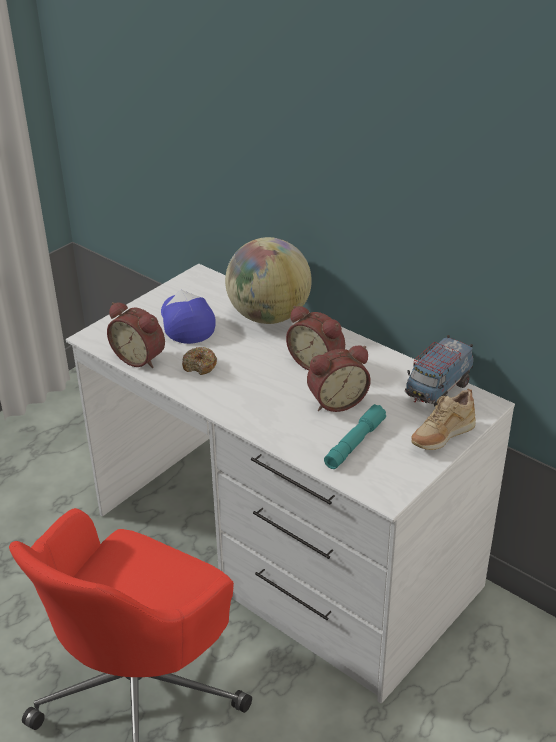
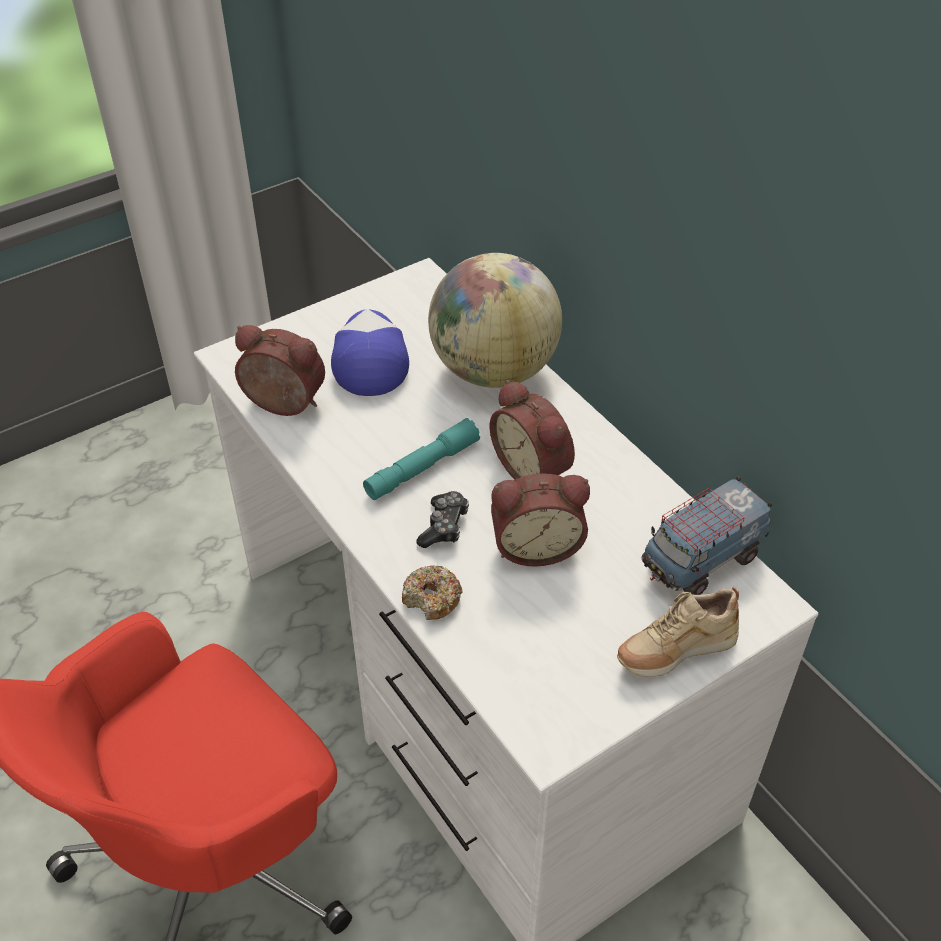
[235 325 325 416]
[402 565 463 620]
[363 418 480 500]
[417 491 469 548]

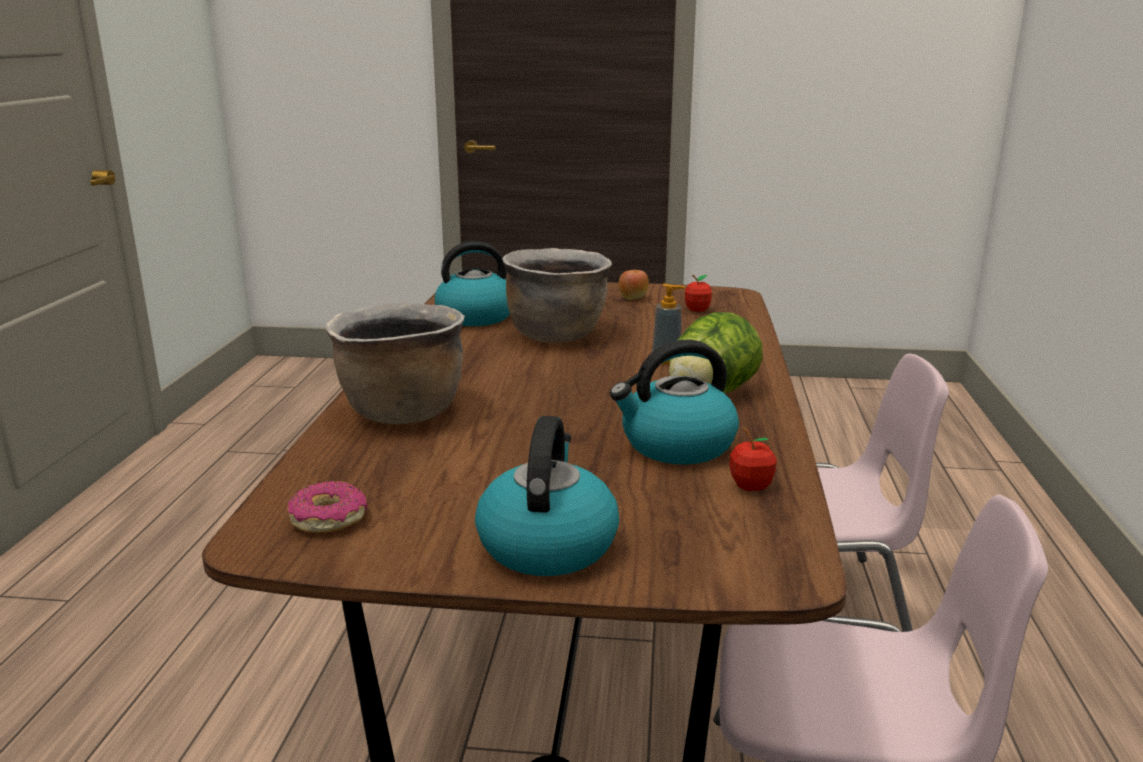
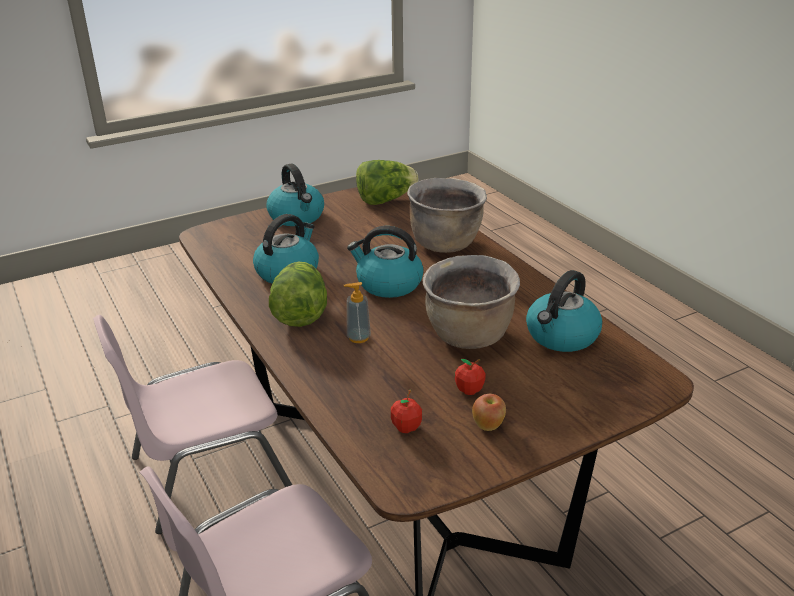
[356 160 418 205]
[455 359 486 395]
[347 226 424 298]

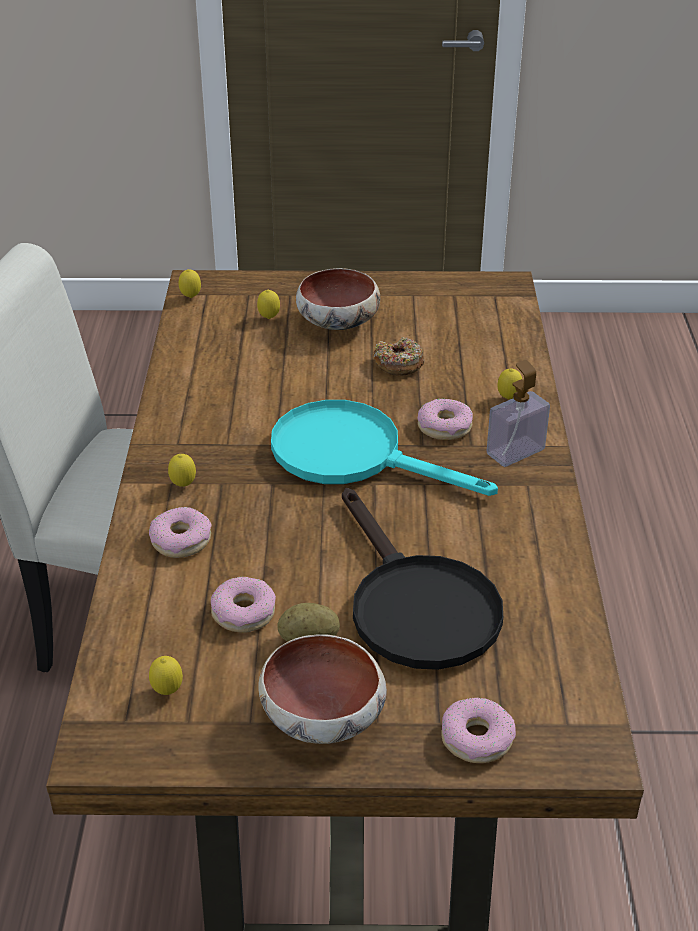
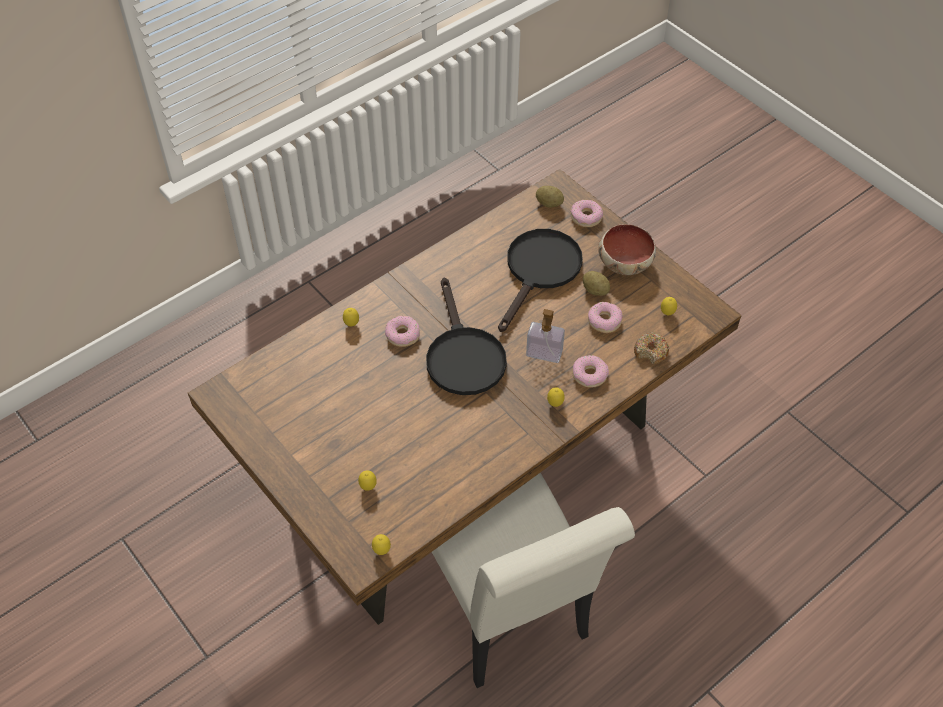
[426 278 507 395]
[296 268 380 330] (first image)
[634 332 670 364]
[526 309 565 363]
[536 186 564 208]

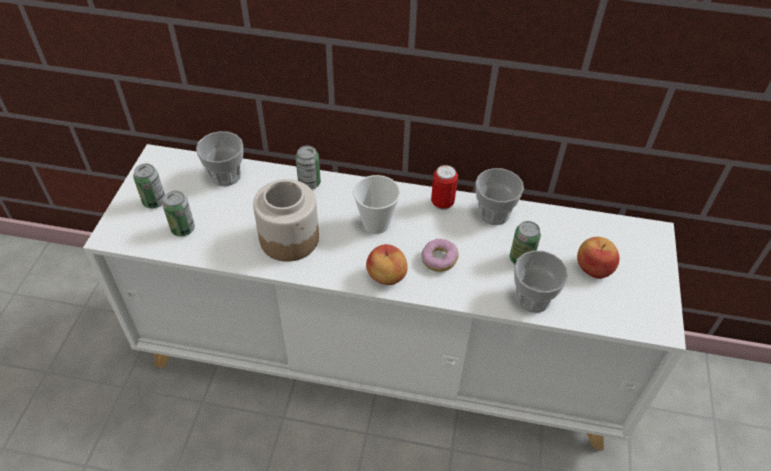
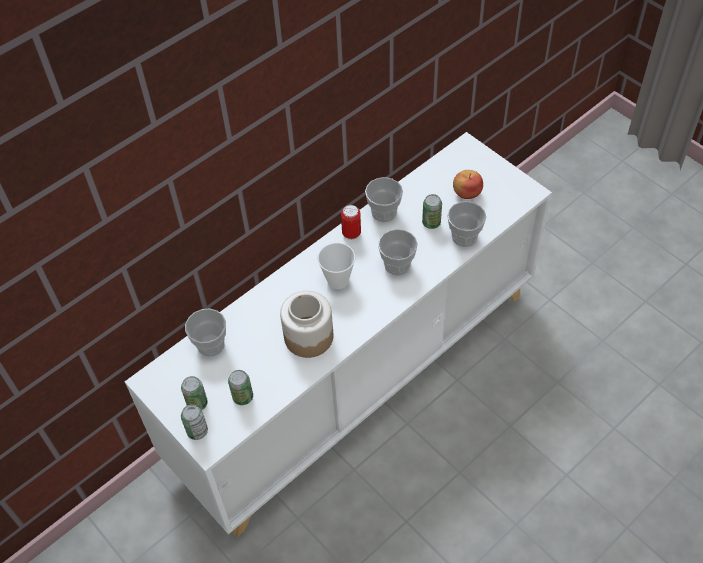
[181 404 208 440]
[366 244 408 285] (first image)
[378 229 418 276]

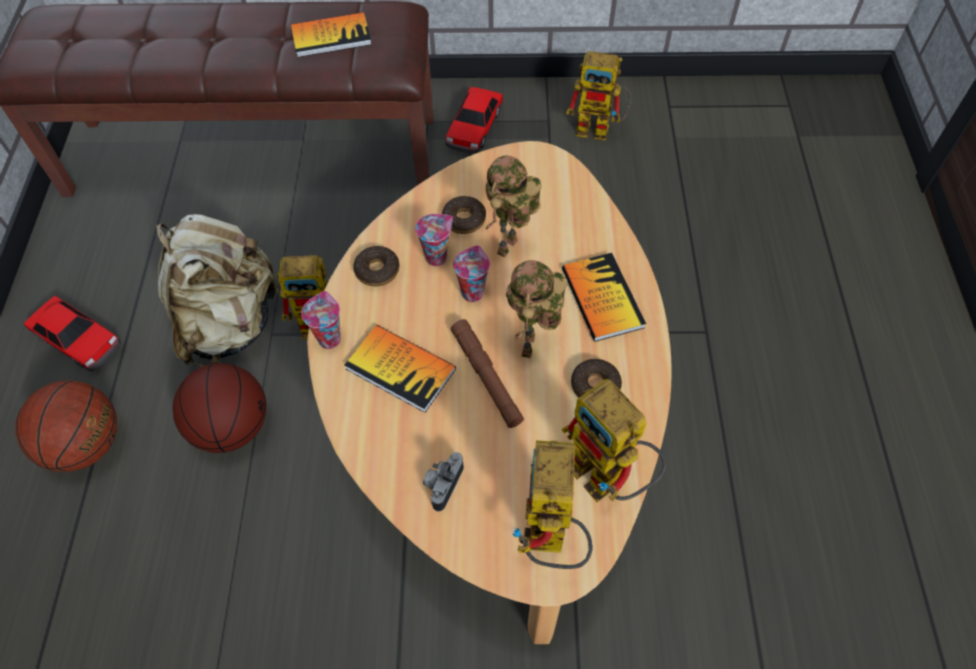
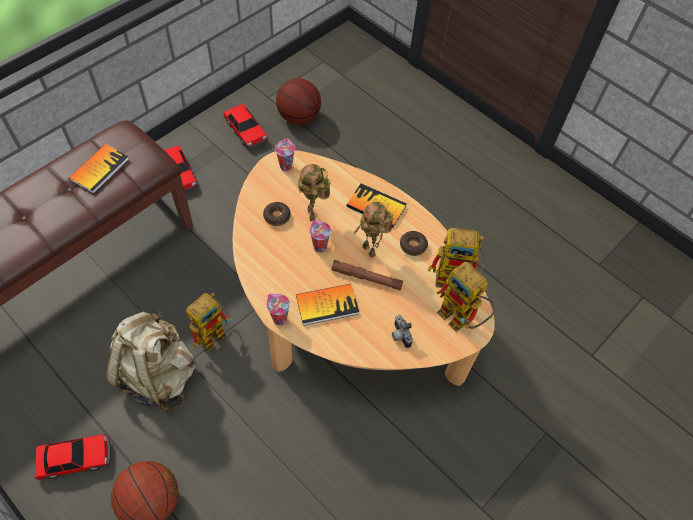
[276 78 321 125]
[353 246 400 286] (first image)
[275 139 295 171]
[224 104 267 149]

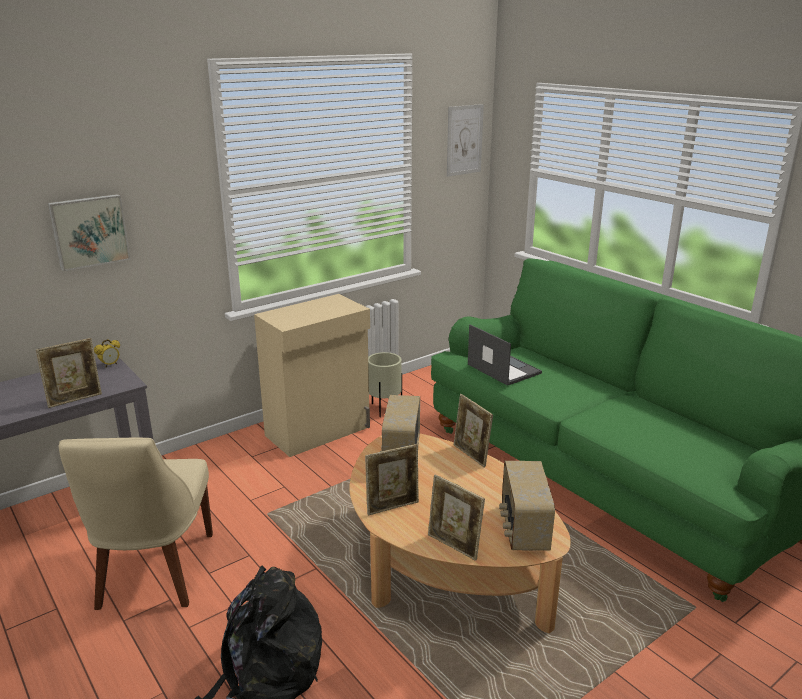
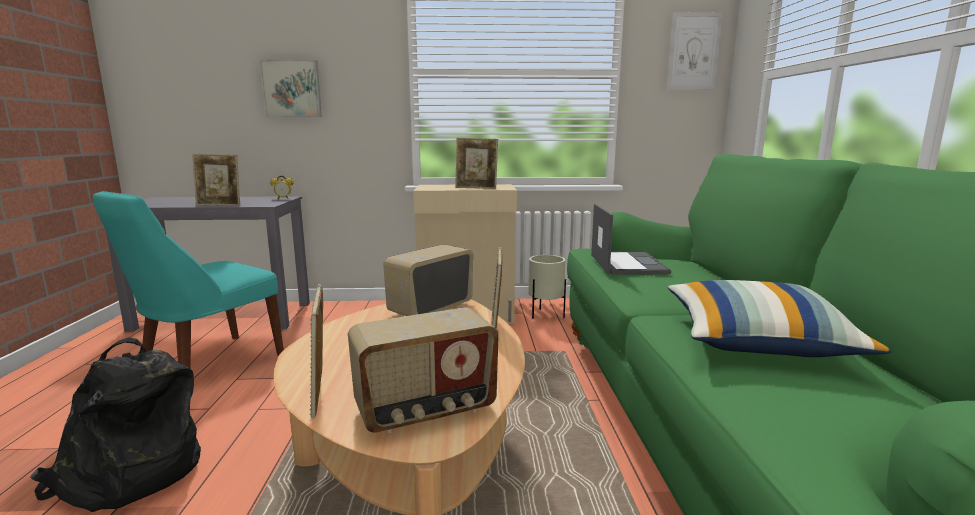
[93 191 284 368]
[455 138 498 189]
[348 307 499 433]
[668 280 892 357]

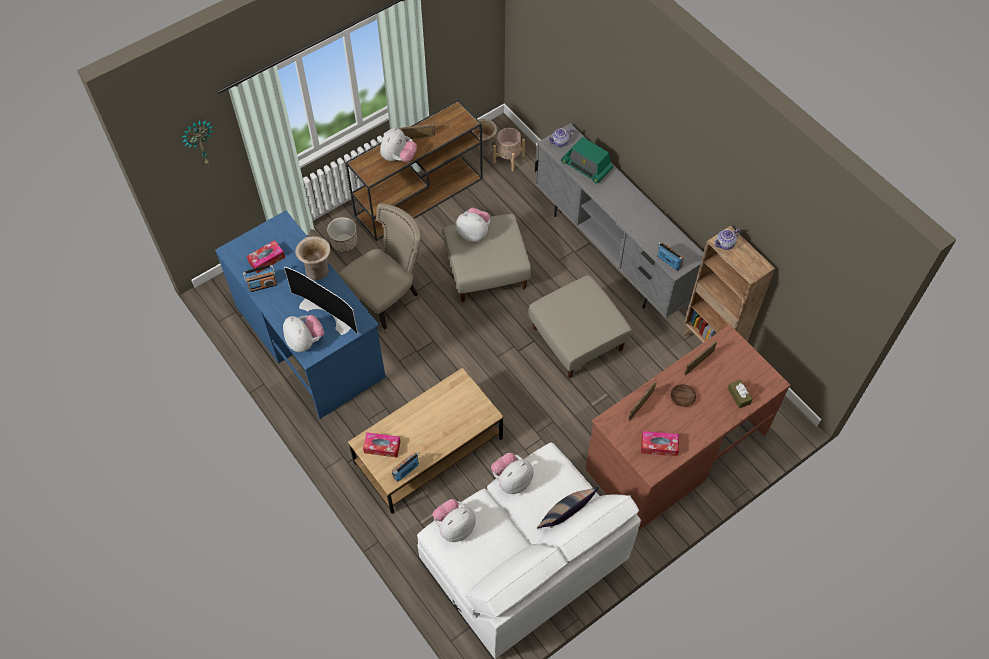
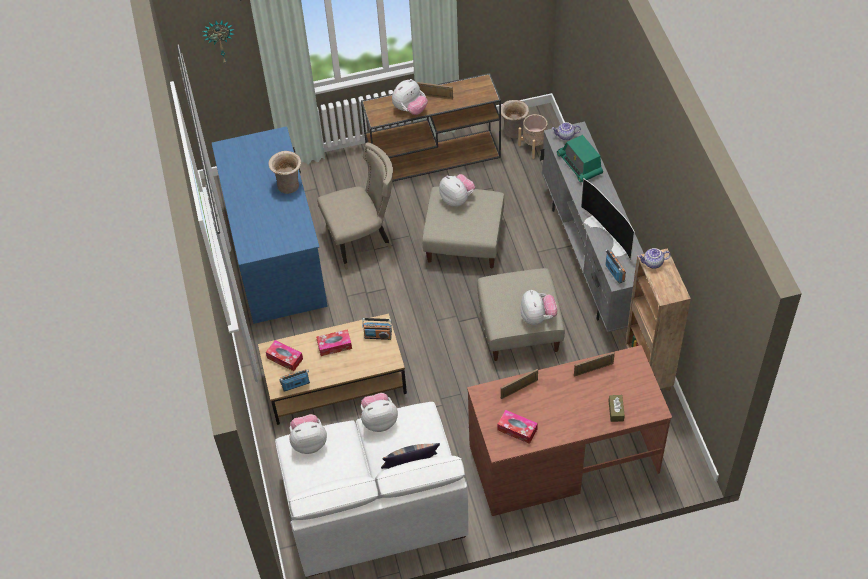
[362 318 392 340]
[316 329 352 356]
[520 290 557 325]
[581 178 635 260]
[327 217 357 252] (first image)
[671 384 696 407] (first image)

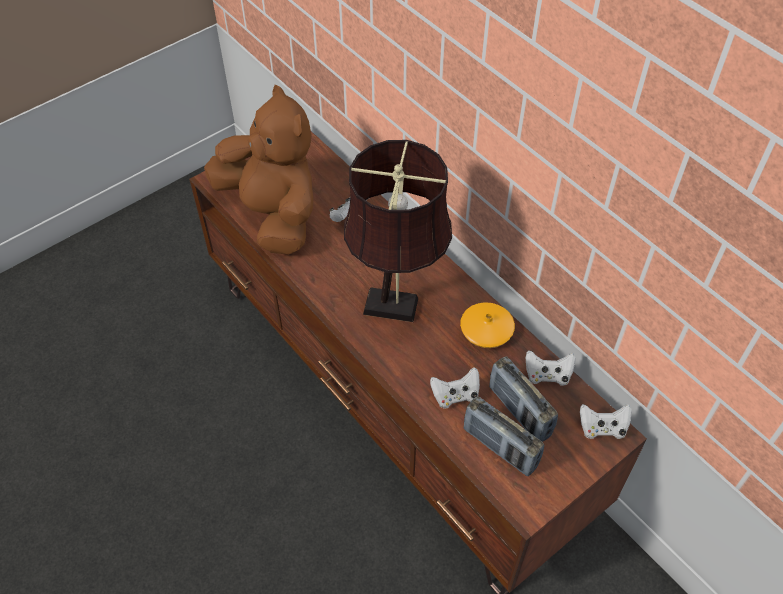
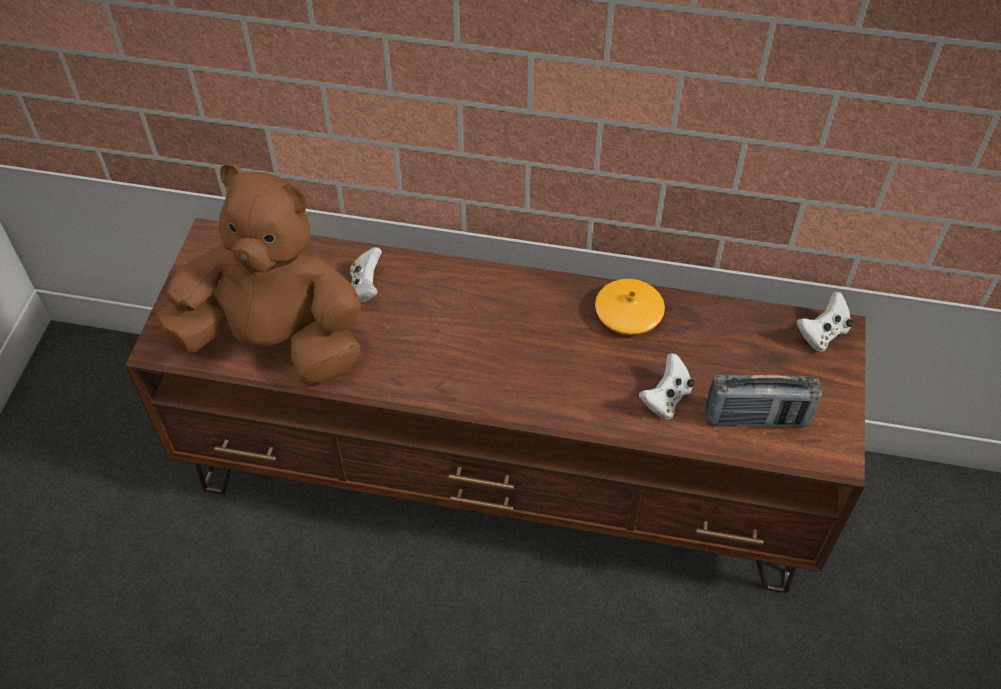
[344 140 452 322] (first image)
[489 356 558 442] (first image)
[526 350 576 386] (first image)

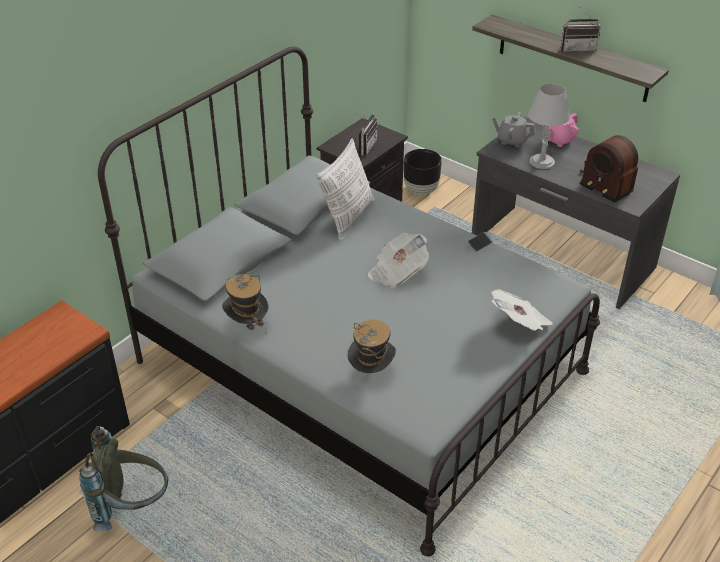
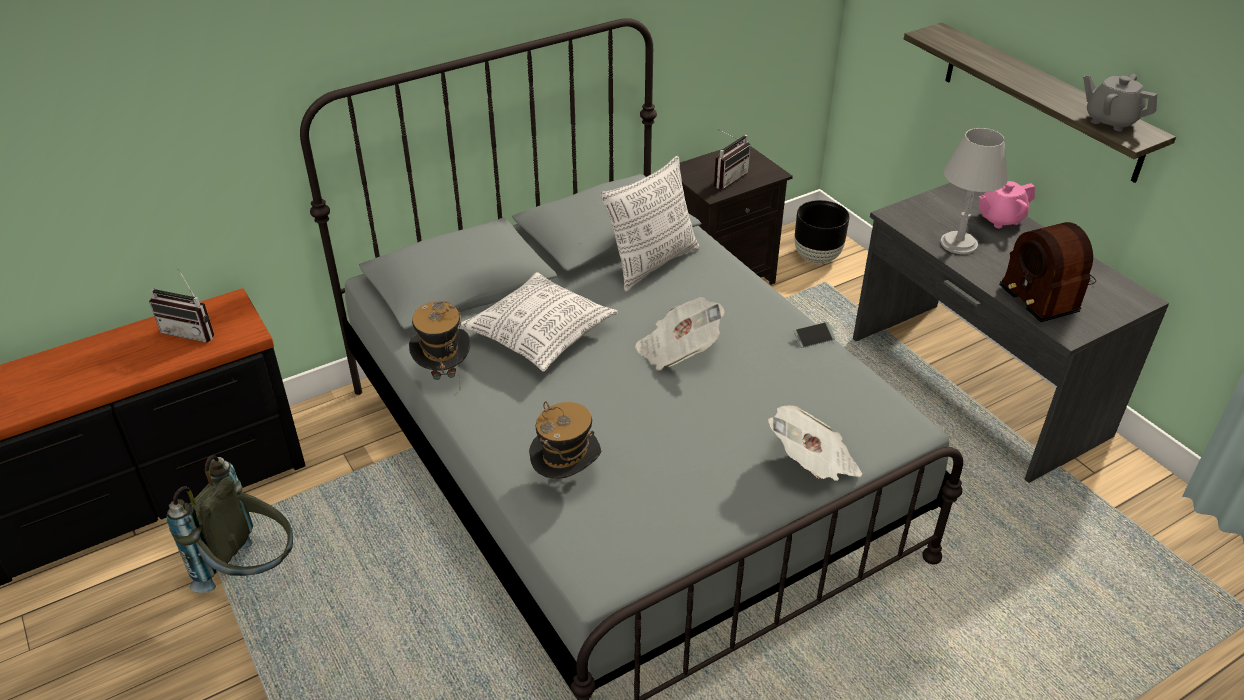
[1083 74 1157 131]
[149 269 214 342]
[461 272 618 371]

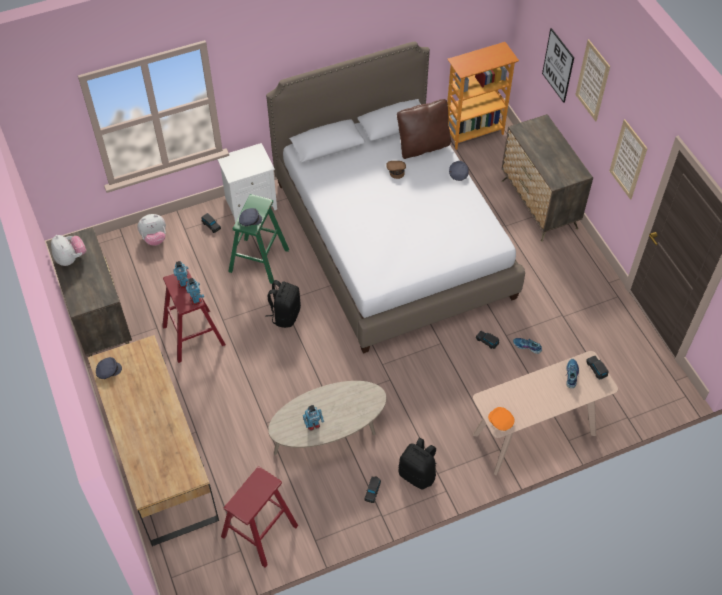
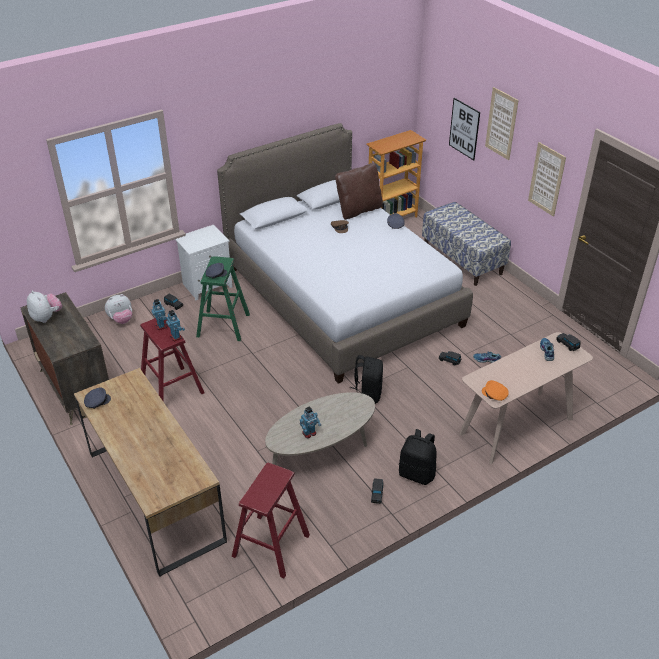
[350 355 383 404]
[422 202 511 286]

